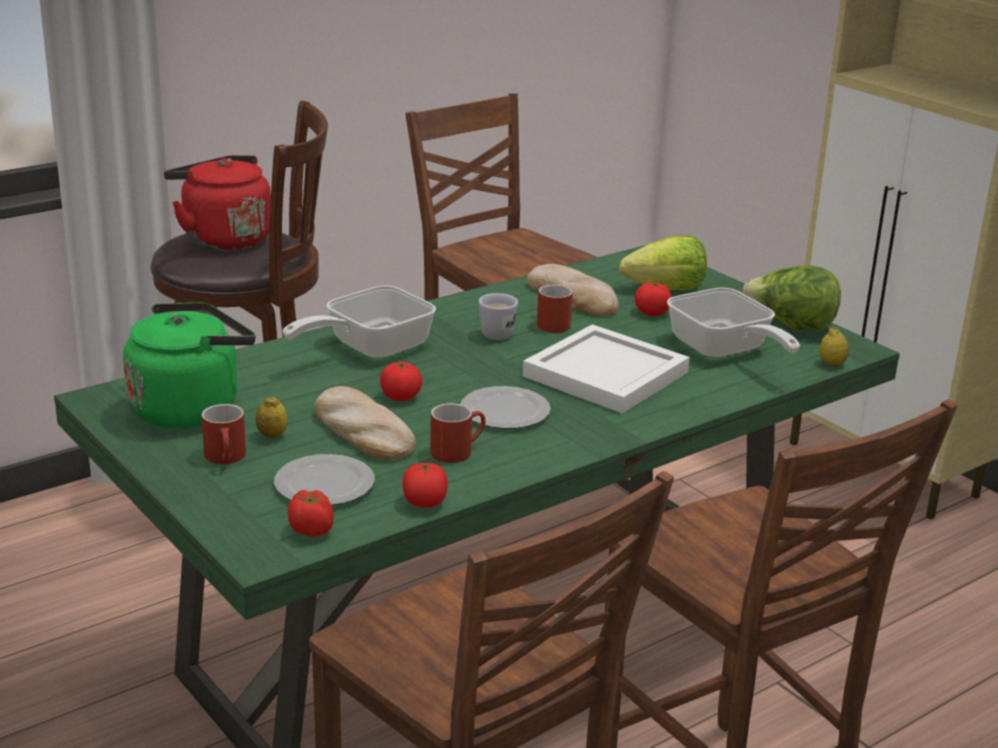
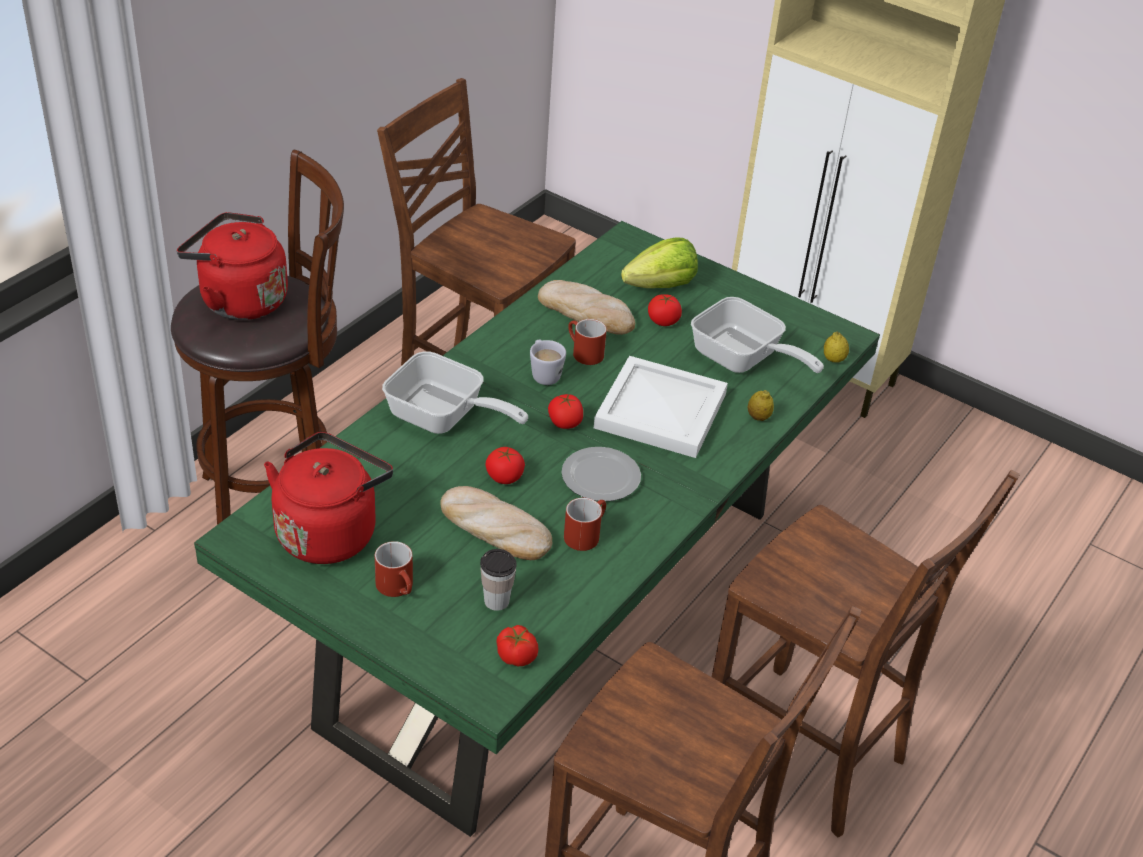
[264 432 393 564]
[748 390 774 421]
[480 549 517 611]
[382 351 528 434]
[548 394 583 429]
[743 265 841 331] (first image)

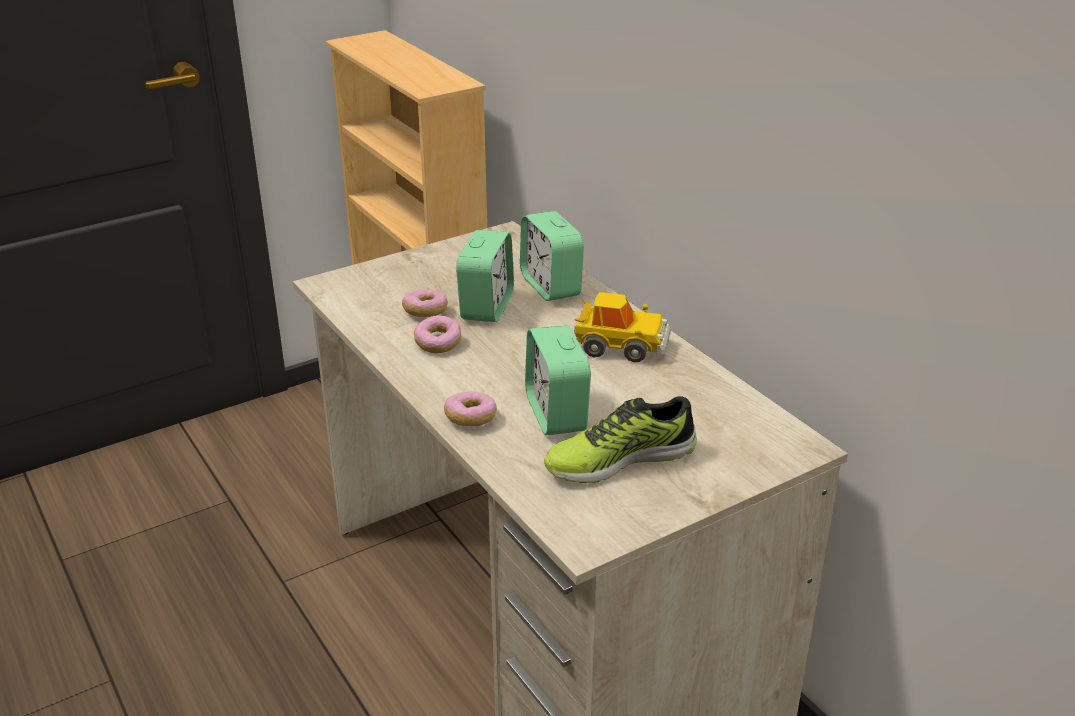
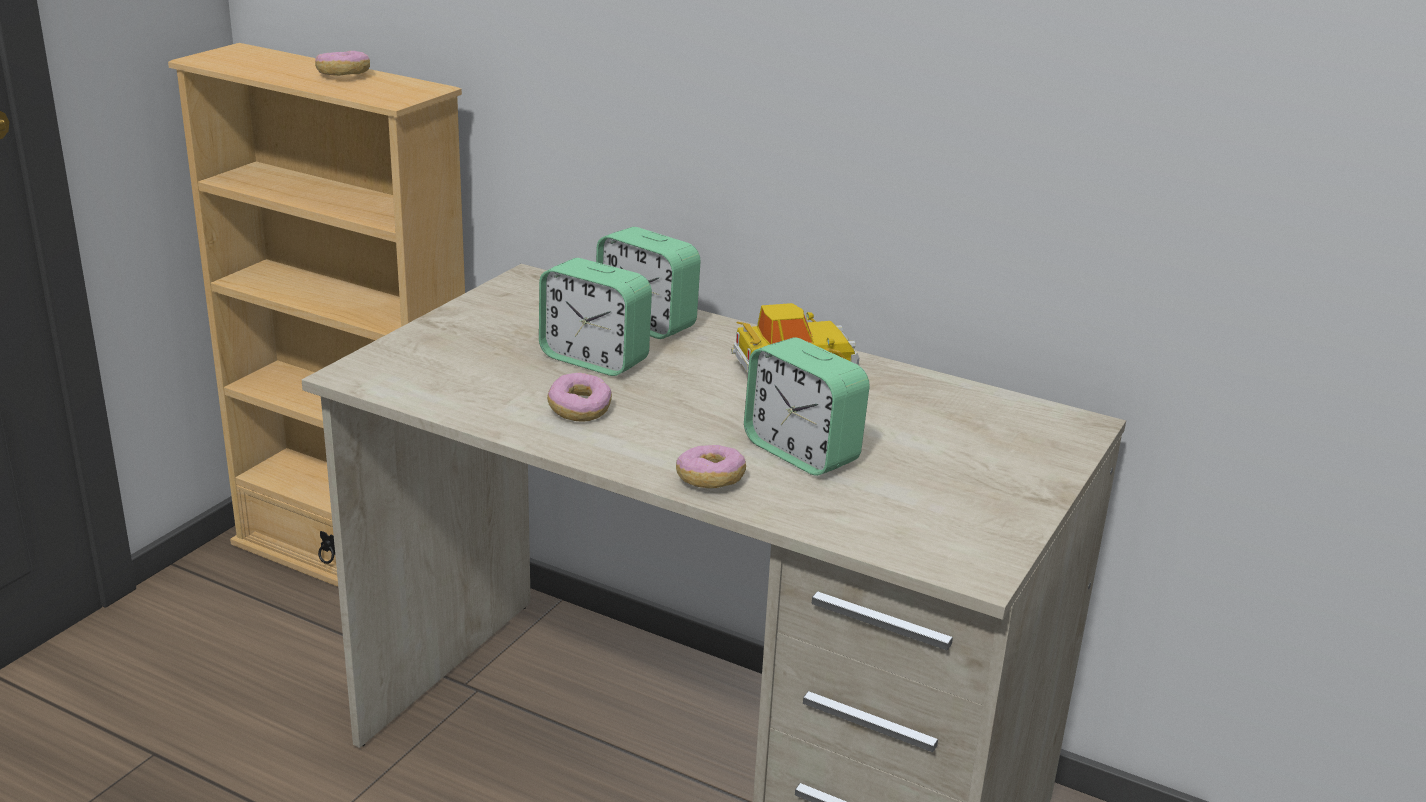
[315 51 370 76]
[539 258 652 376]
[544 396 697 483] (first image)

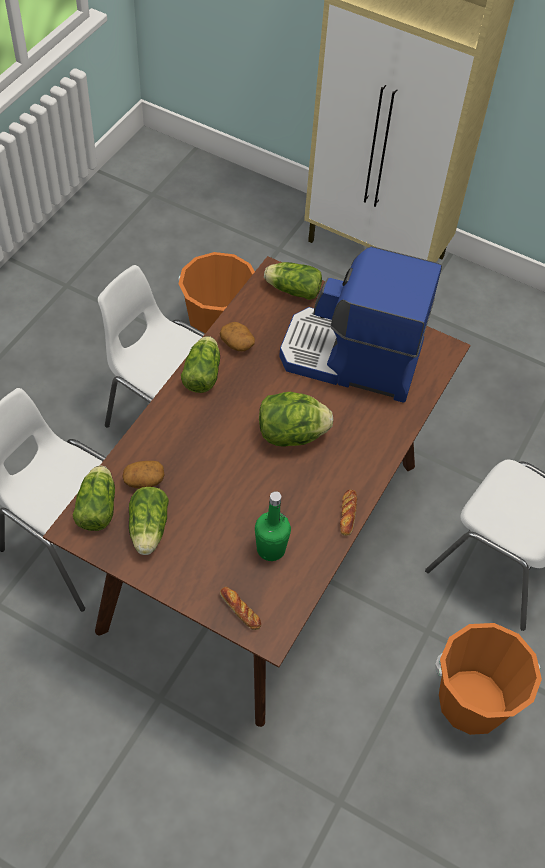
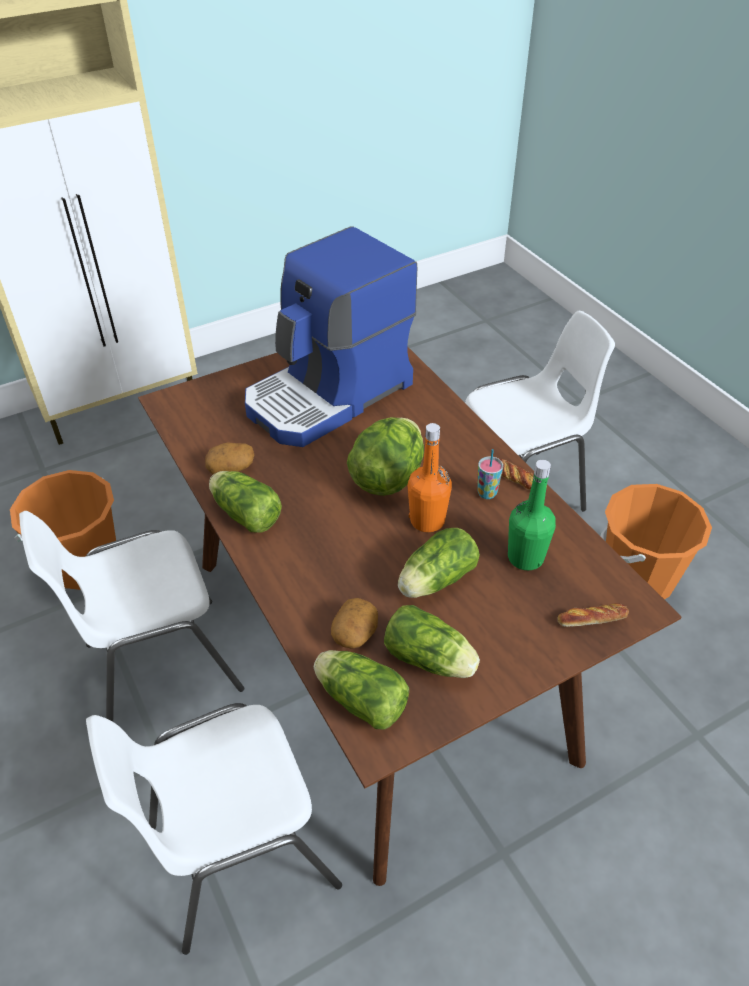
[398 528 480 598]
[408 423 452 532]
[477 449 503 499]

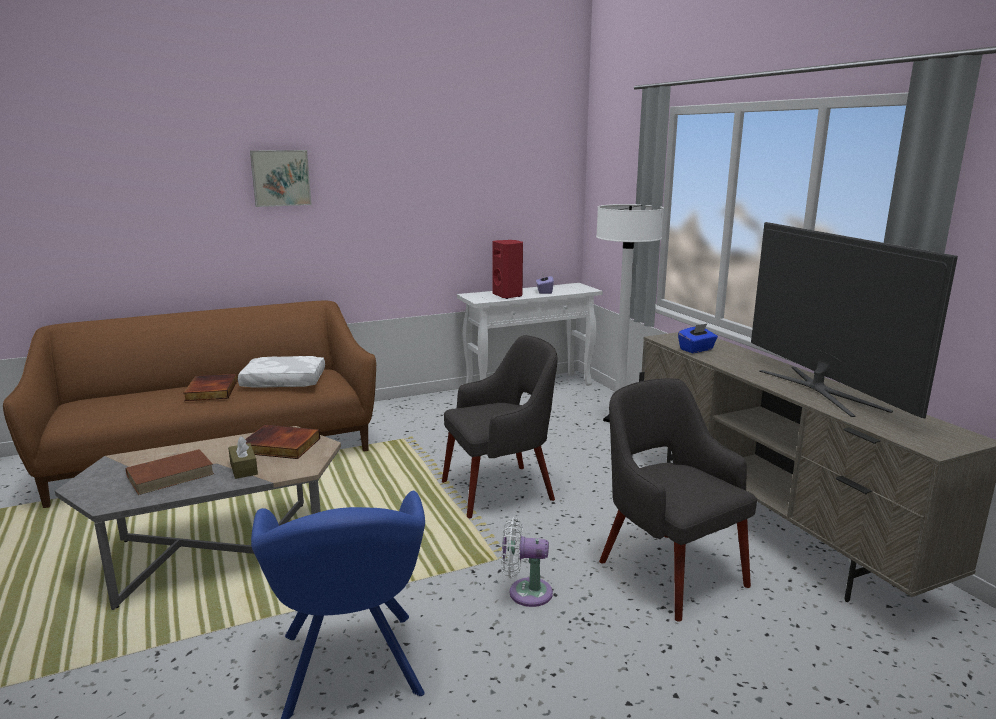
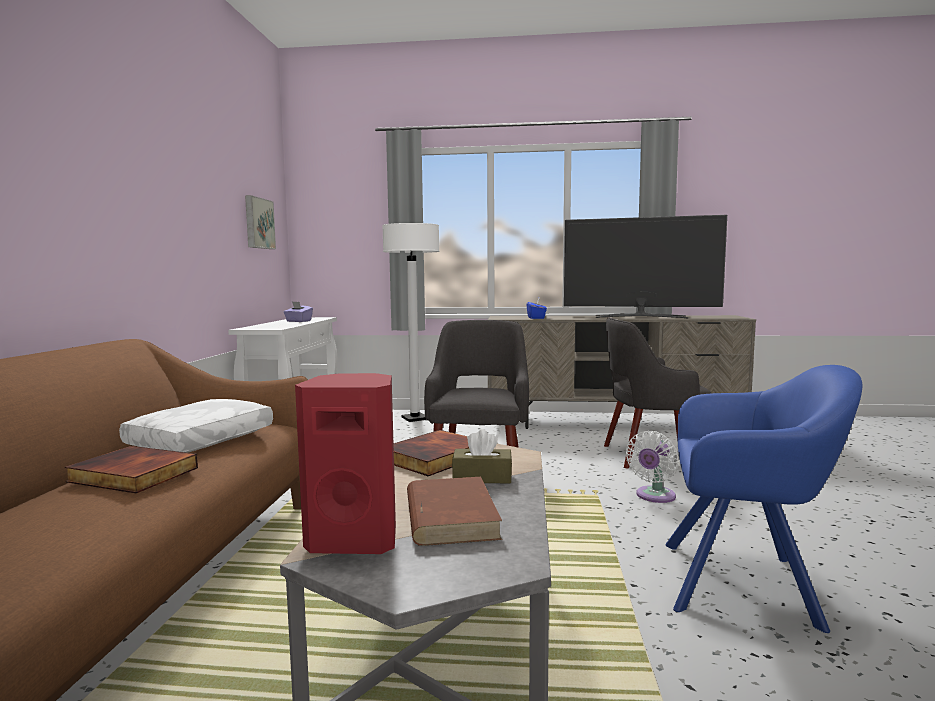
[245 195 276 249]
[295 373 396 554]

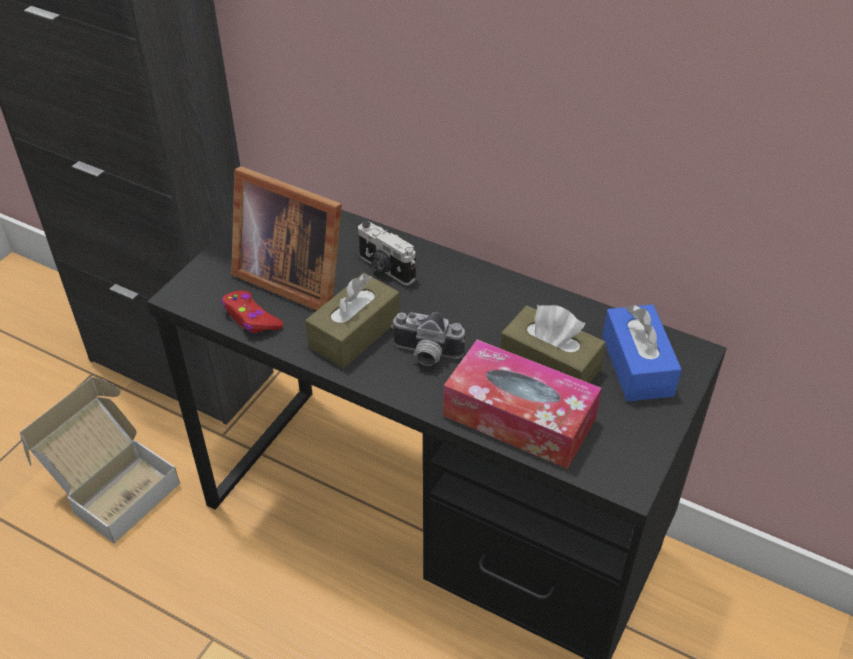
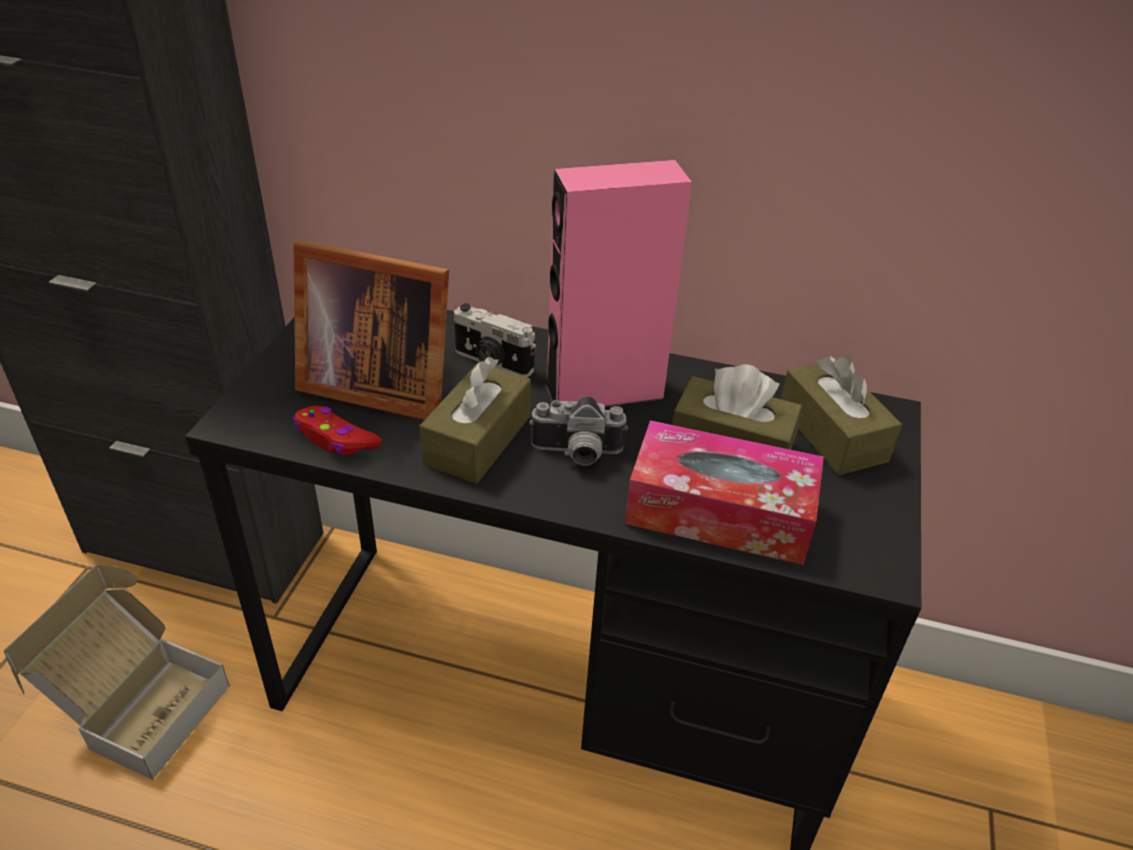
[781 356 902 475]
[545 160 692 408]

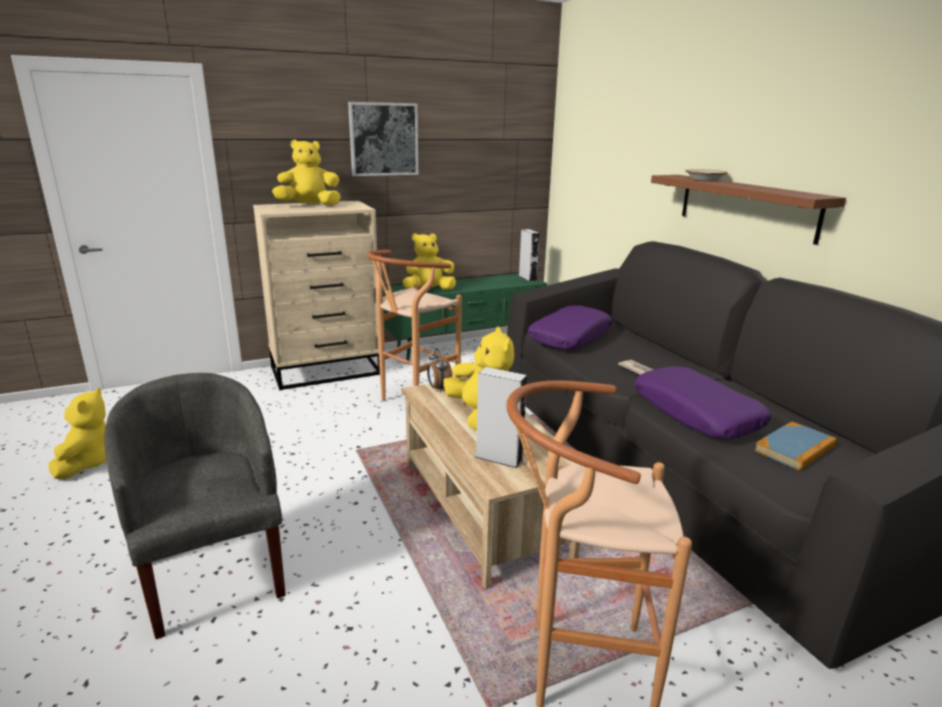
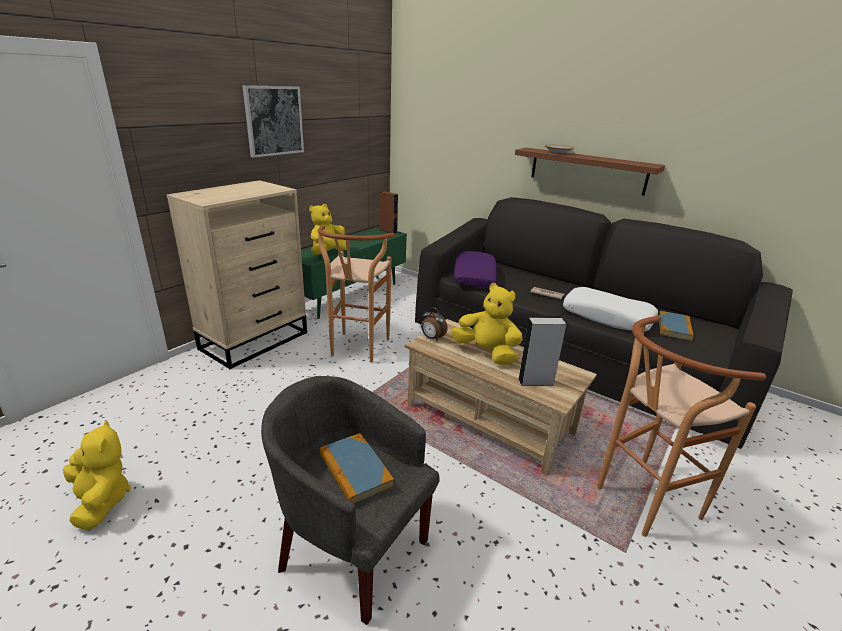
[272 139 341 206] (first image)
[379 191 398 234]
[563 287 658 331]
[320 433 394 504]

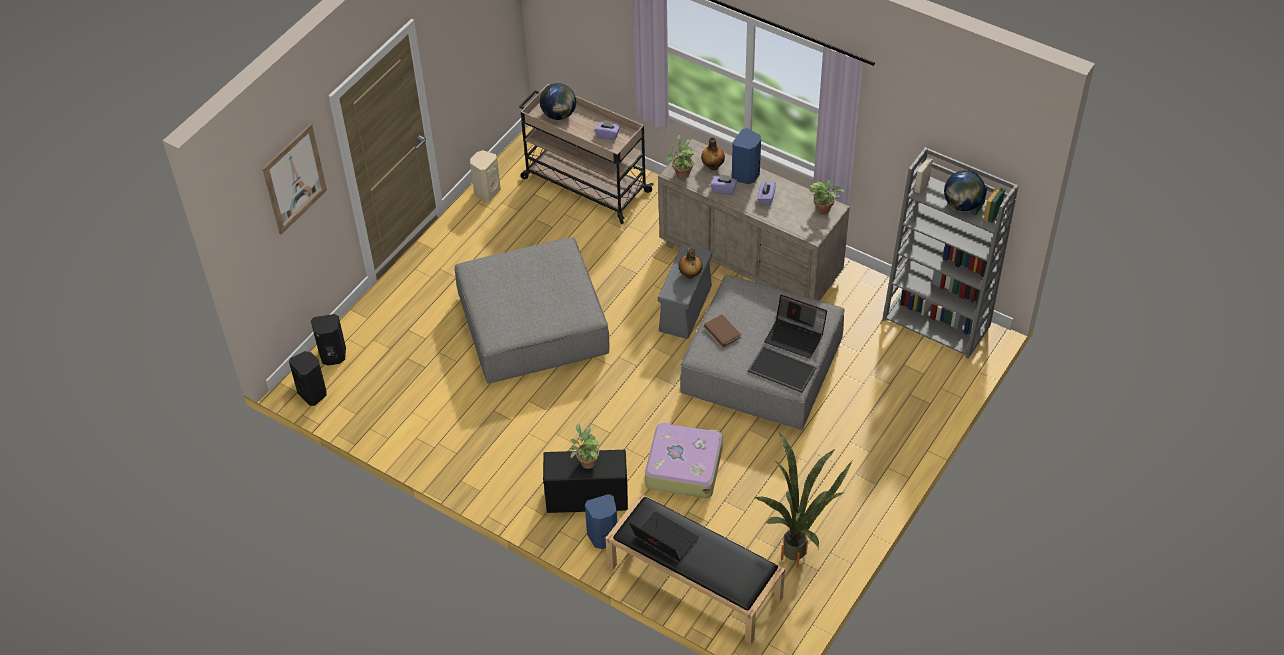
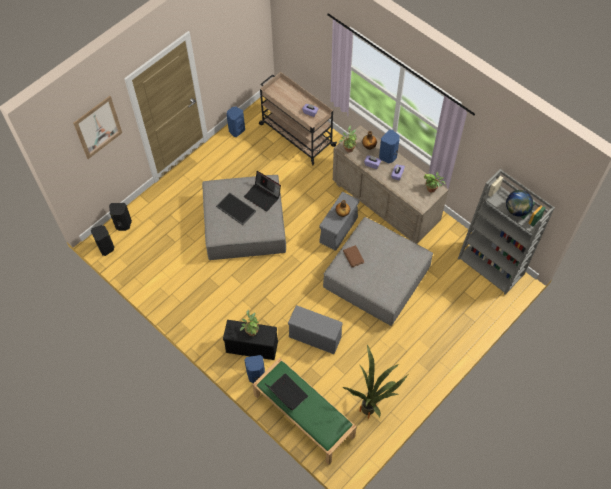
[226 107 245 137]
[540 83 576 120] (first image)
[252 358 357 465]
[288 305 343 354]
[216 192 256 225]
[244 171 281 212]

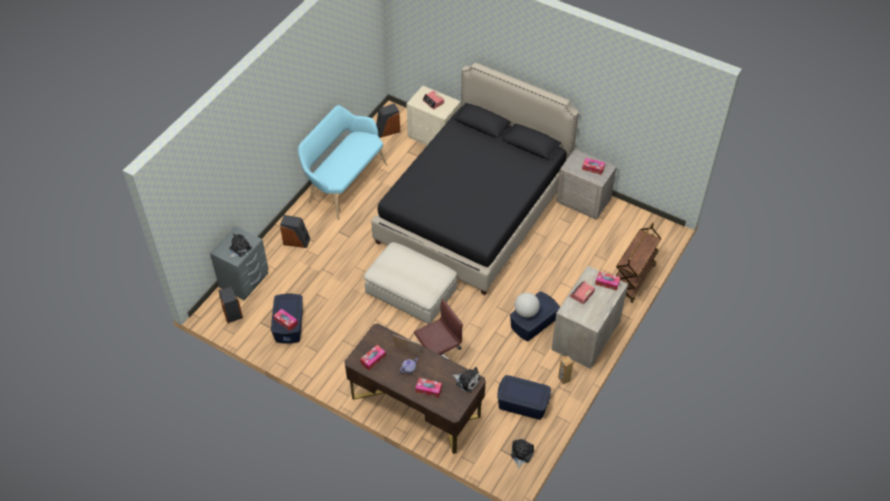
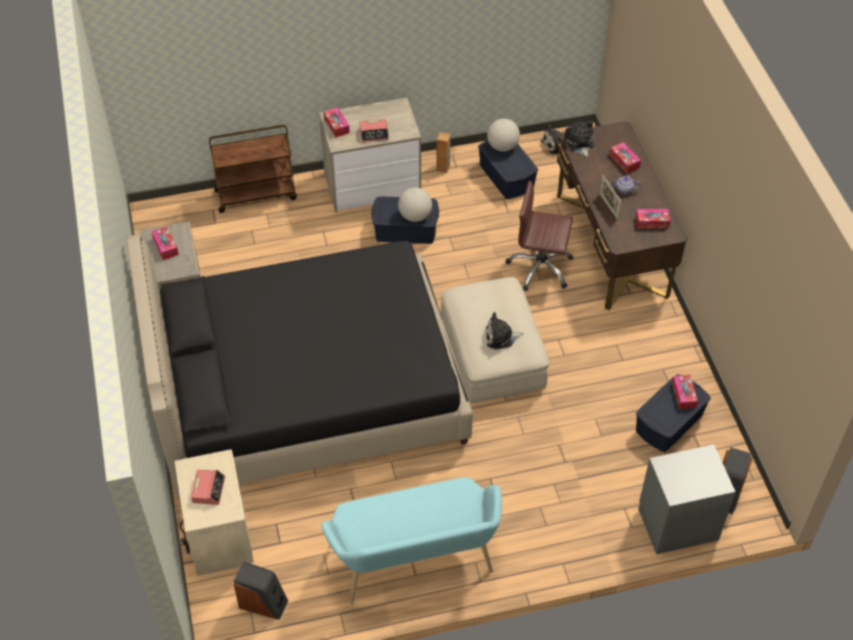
[485 312 523 350]
[280 215 310 248] (first image)
[487 119 520 152]

